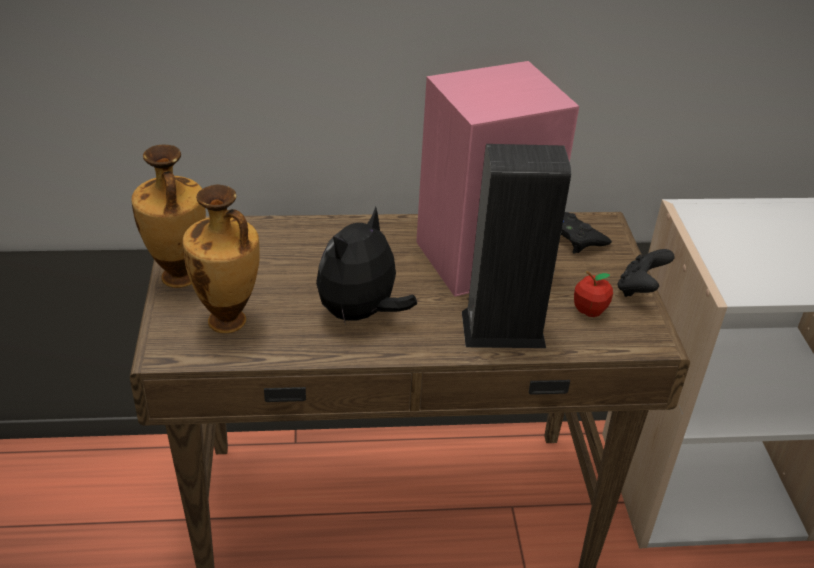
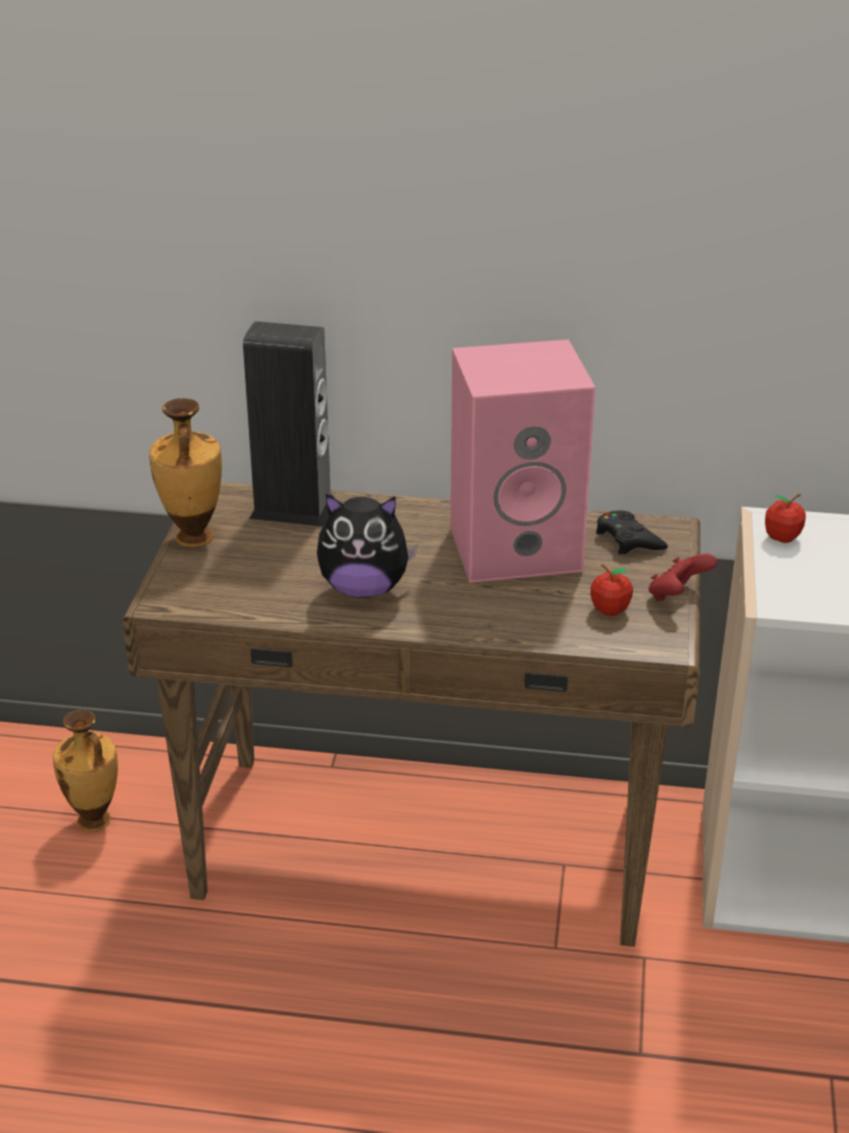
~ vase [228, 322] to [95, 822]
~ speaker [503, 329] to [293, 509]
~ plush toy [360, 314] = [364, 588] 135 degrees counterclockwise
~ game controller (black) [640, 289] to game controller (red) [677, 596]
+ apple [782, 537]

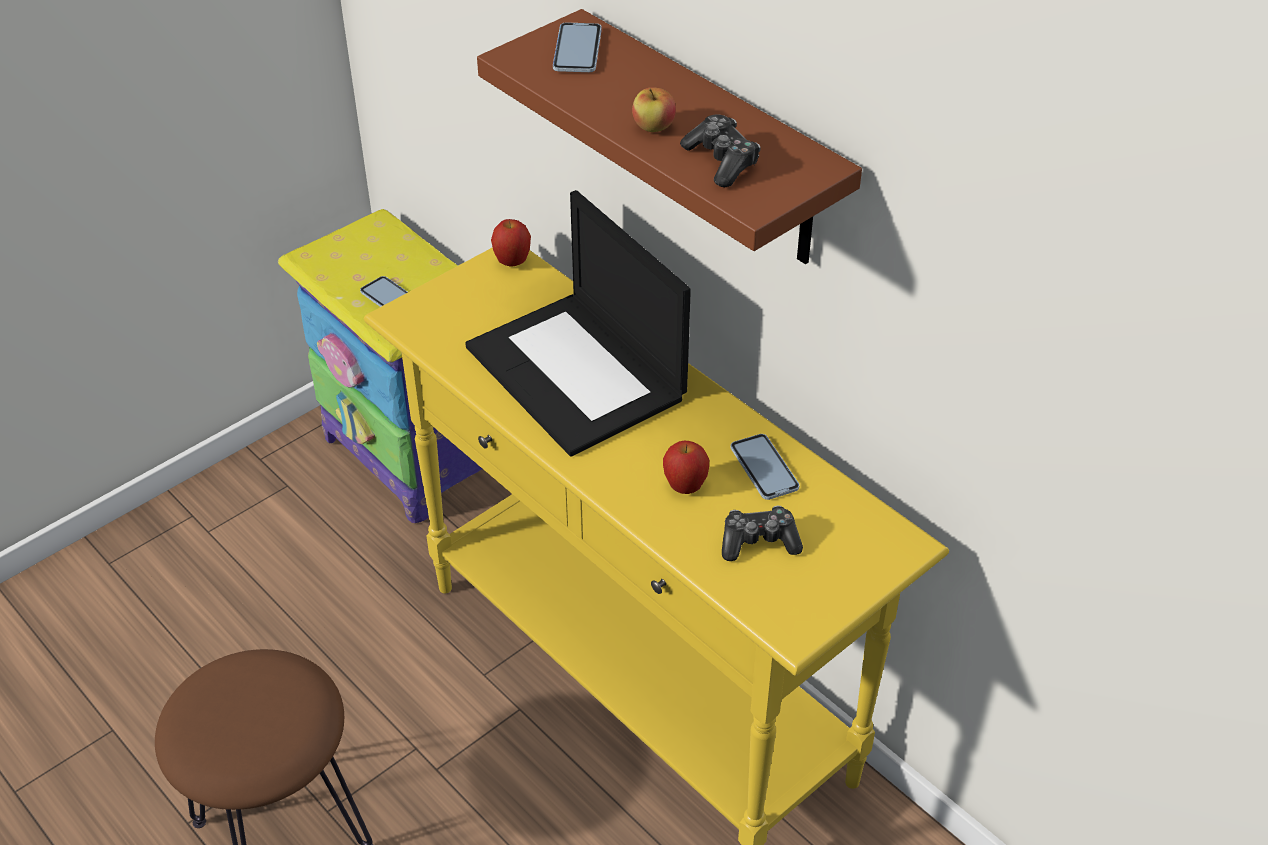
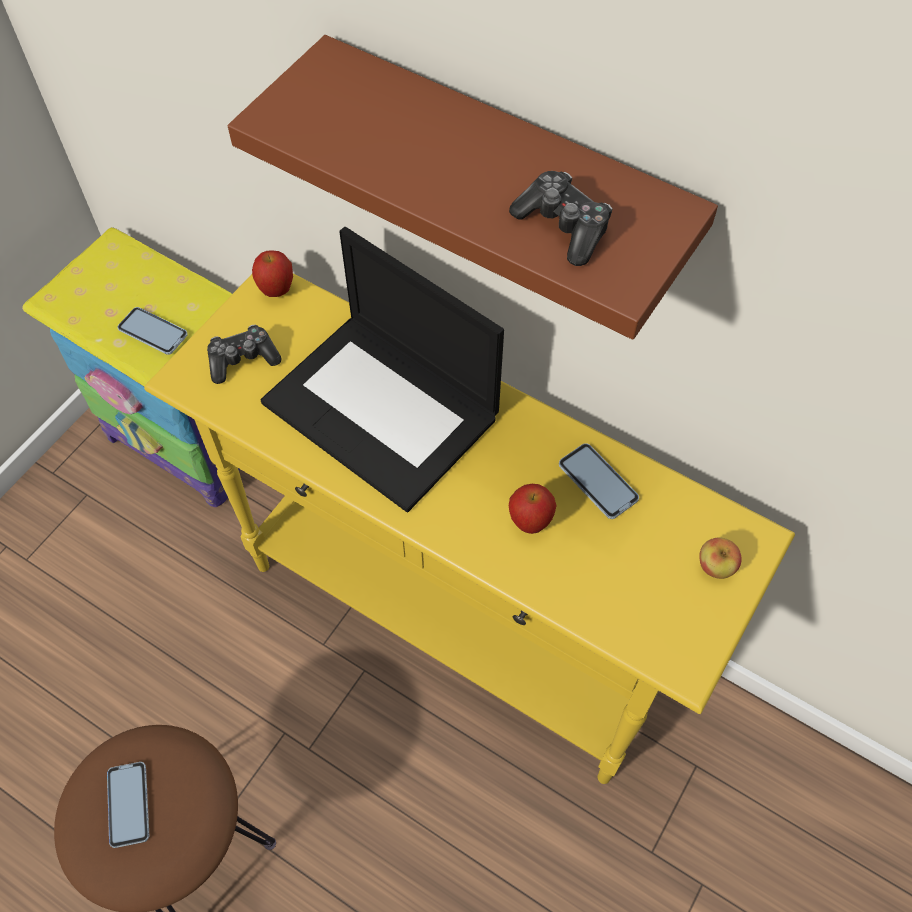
~ phone [577, 50] to [128, 804]
~ game controller [758, 542] to [243, 359]
~ apple [654, 127] to [716, 566]

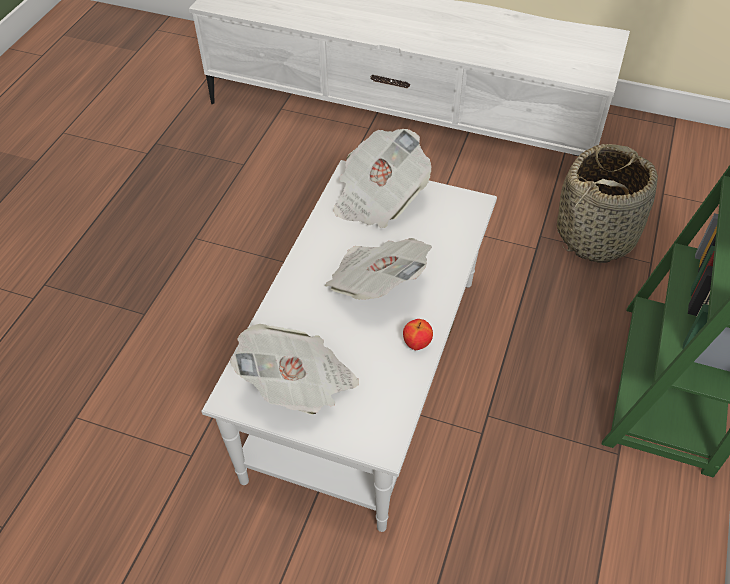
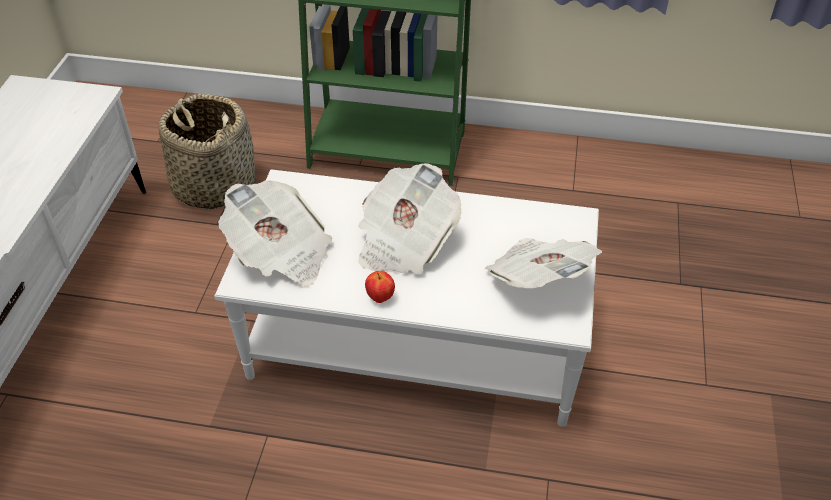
~ apple [417, 344] to [380, 297]

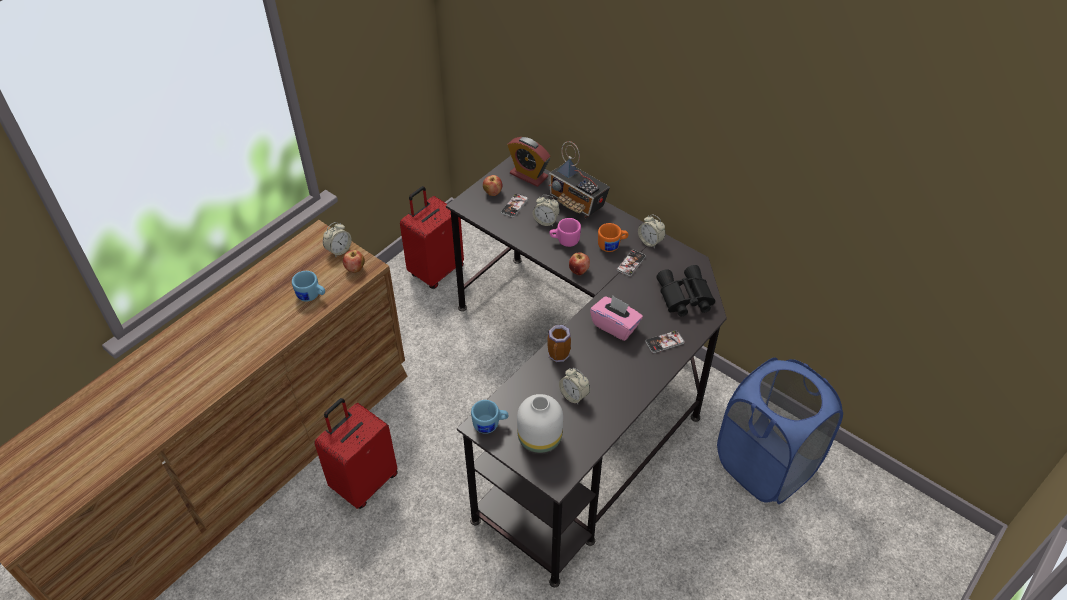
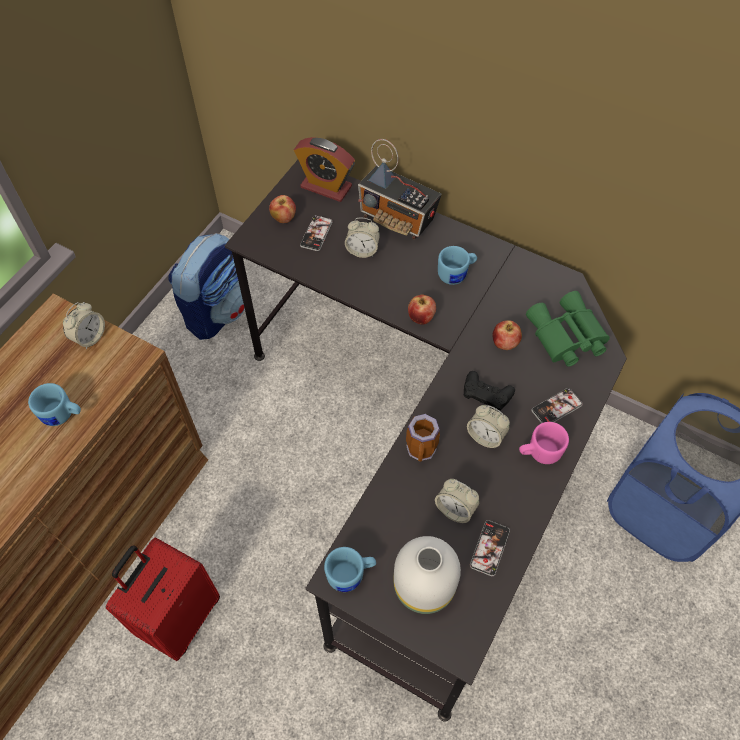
~ suitcase (red) [435, 271] to backpack [217, 311]
~ mug (orange) [612, 245] to mug (blue) [456, 274]
~ tissue box (pink) [615, 326] to game controller (black) [486, 393]
~ alarm clock [650, 241] to [485, 436]
~ phone [631, 263] to [489, 548]
~ apple [355, 269] to [504, 344]
~ mug (pink) [564, 240] to [539, 452]
~ binoculars (black) [684, 297] to binoculars (green) [565, 337]

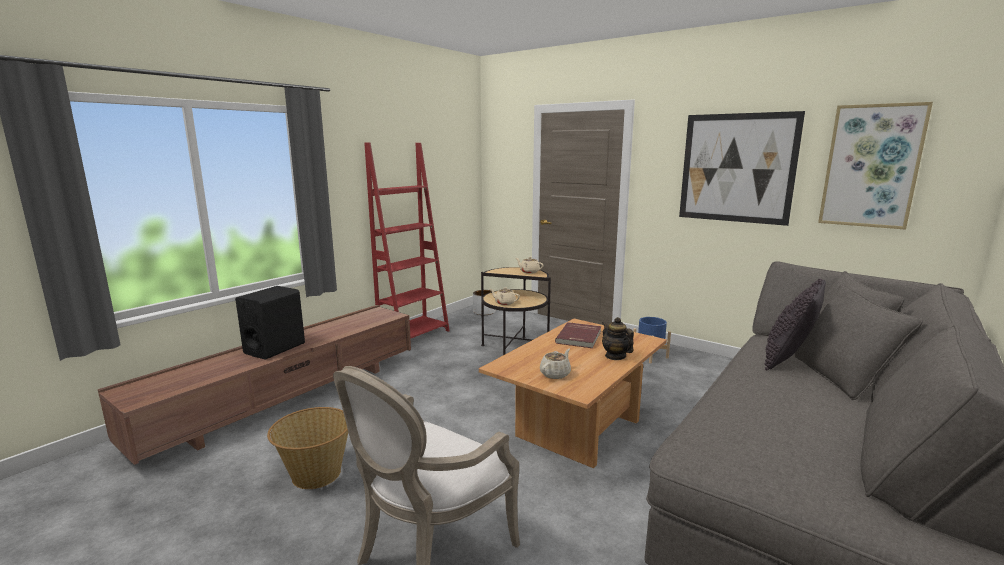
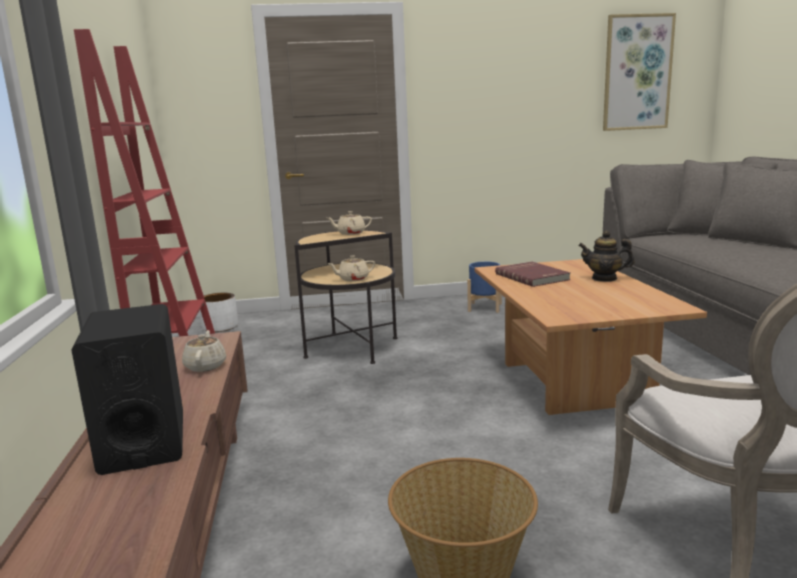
~ teapot (beige) [555, 374] to [205, 366]
- picture [737, 168]
- pillow (black) [788, 360]

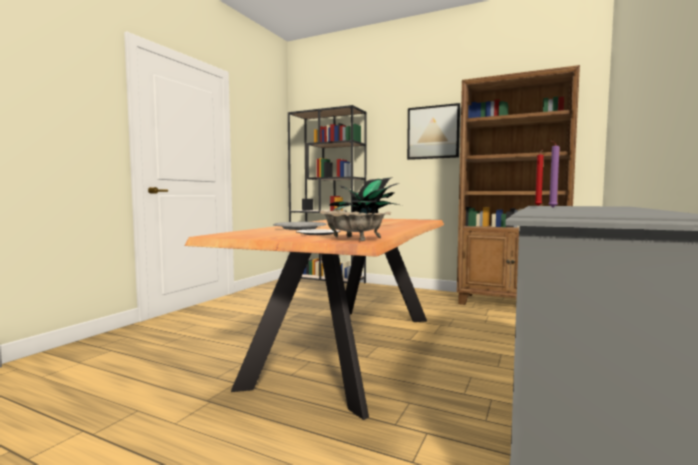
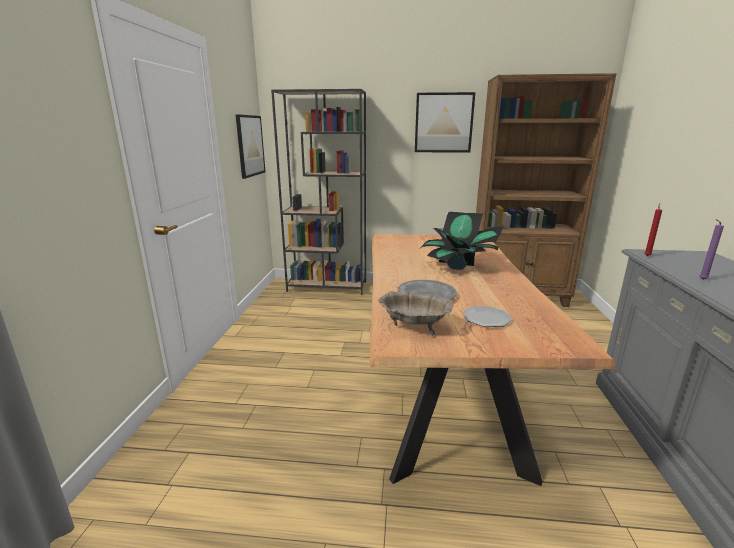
+ picture [250, 146]
~ bowl (beige) [354, 239] to [414, 326]

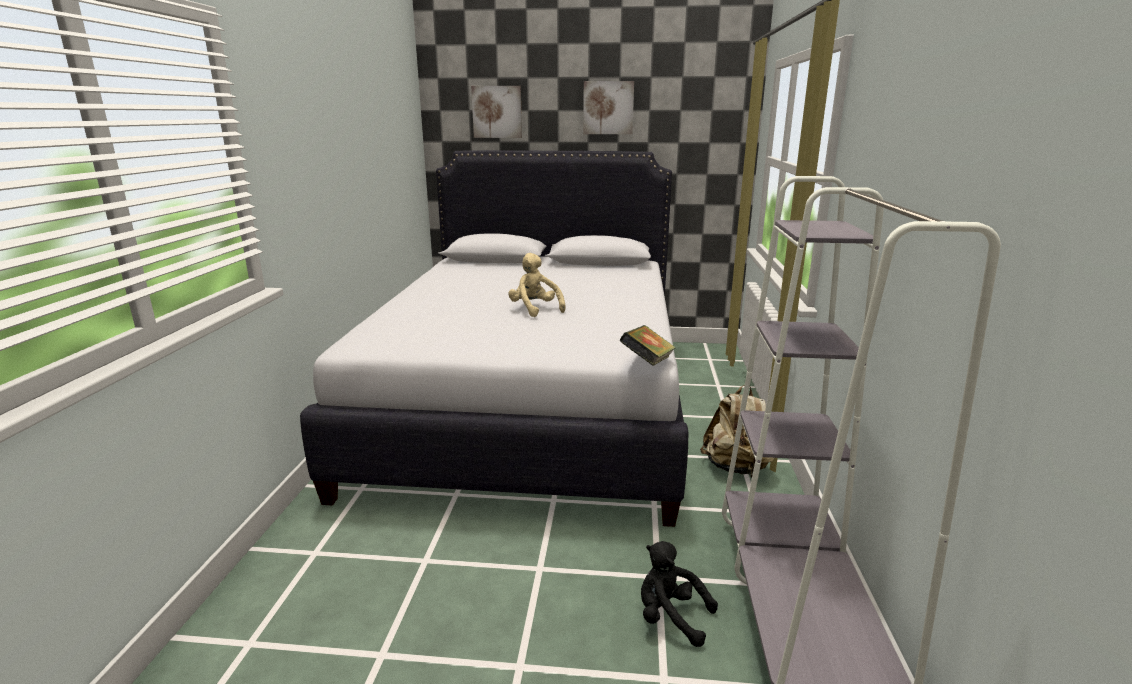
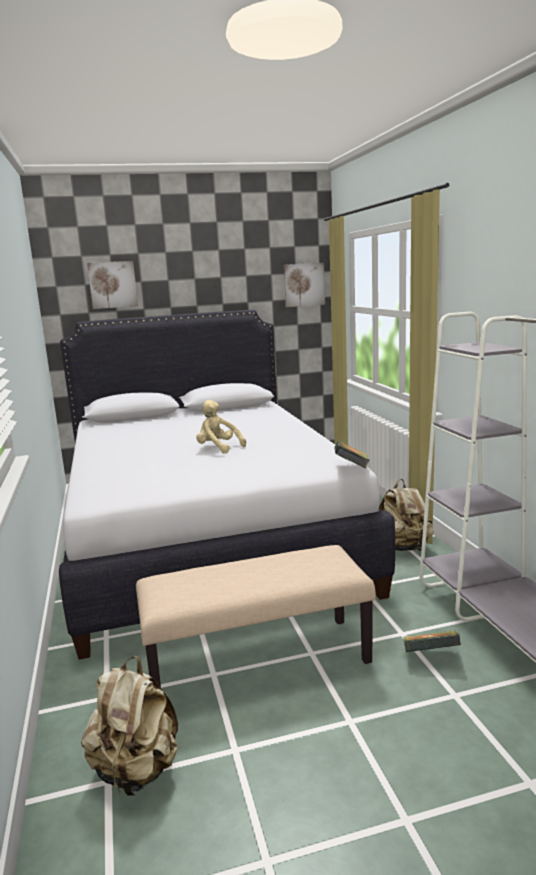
+ backpack (beige) [136, 771]
+ bench (beige) [258, 660]
~ picture [608, 108] to [304, 284]
~ plush toy (black) [670, 617] to book [430, 656]

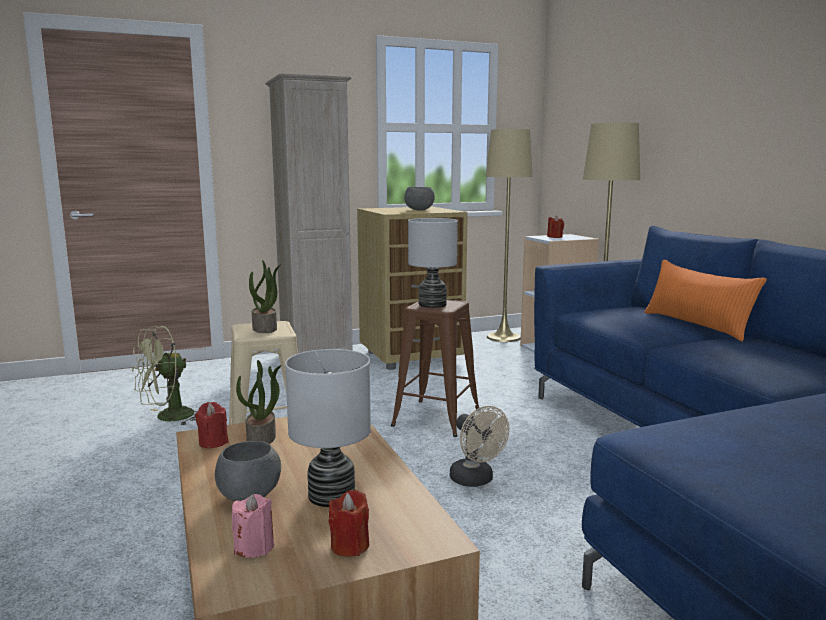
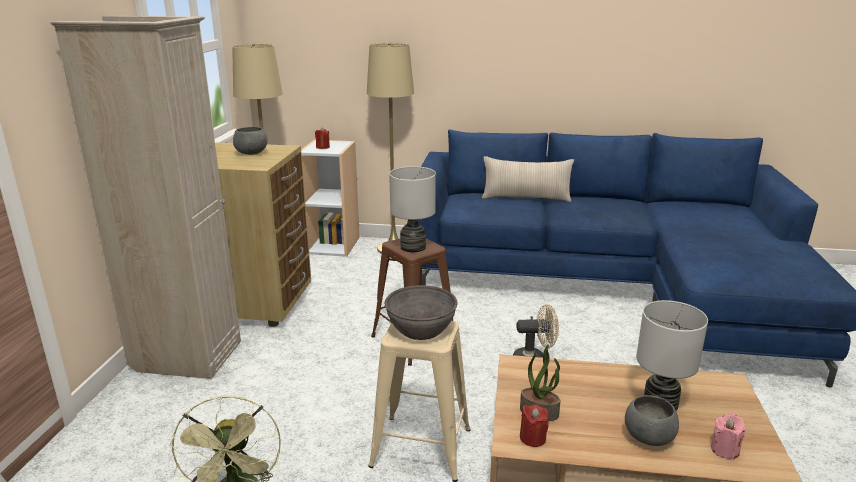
~ potted plant [265, 328] to bowl (grey) [421, 330]
~ pillow (orange) [696, 325] to pillow (beige) [526, 198]
- candle (red) [350, 546]

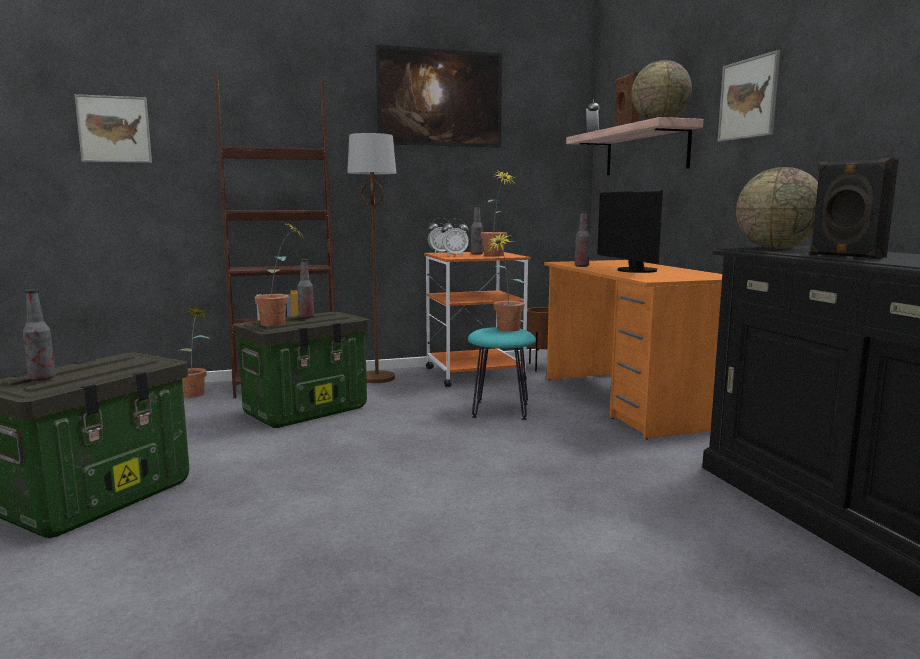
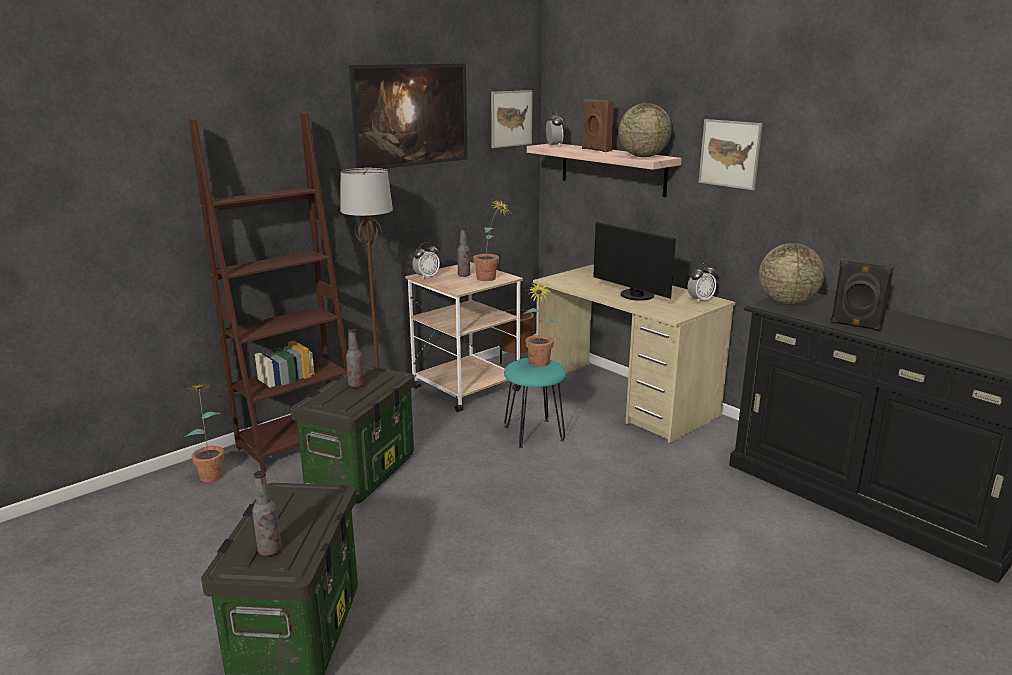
~ cart (orange) [475, 374] to cart (beige) [467, 388]
~ picture [114, 129] to [511, 118]
~ desk (orange) [630, 401] to desk (beige) [624, 400]
~ alarm clock [455, 255] to [700, 300]
- potted plant [281, 324]
- bottle [581, 266]

